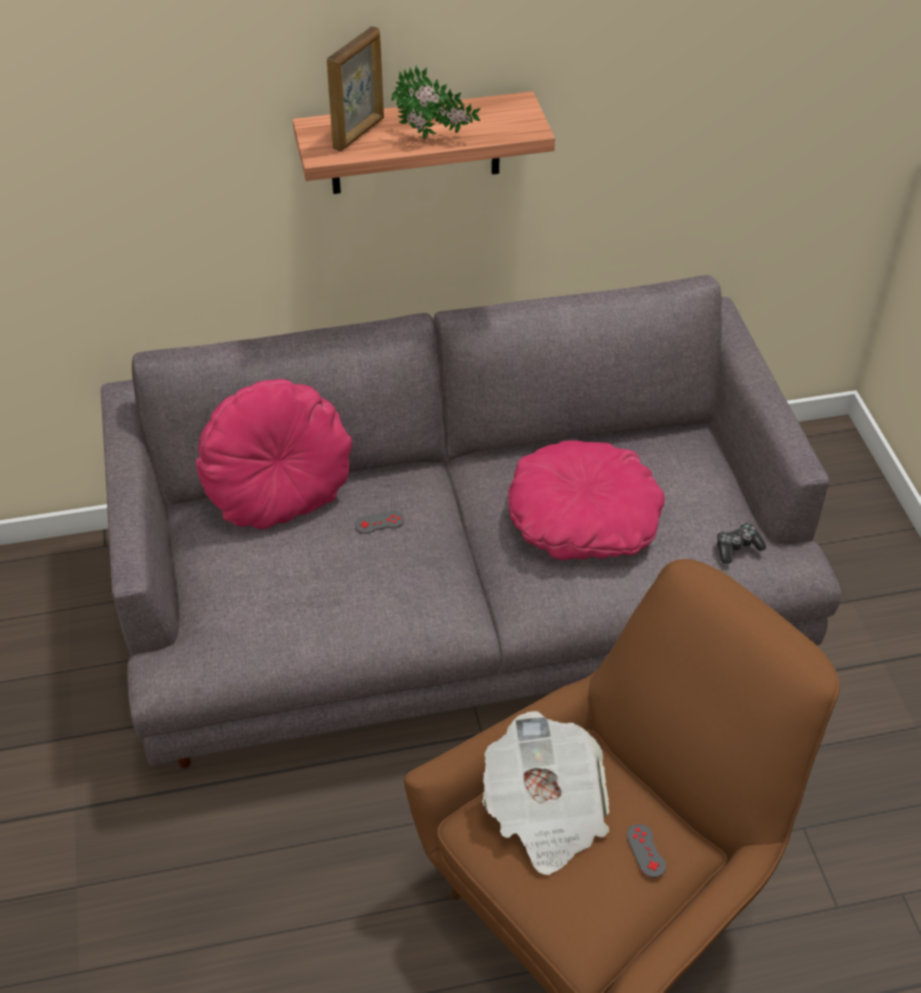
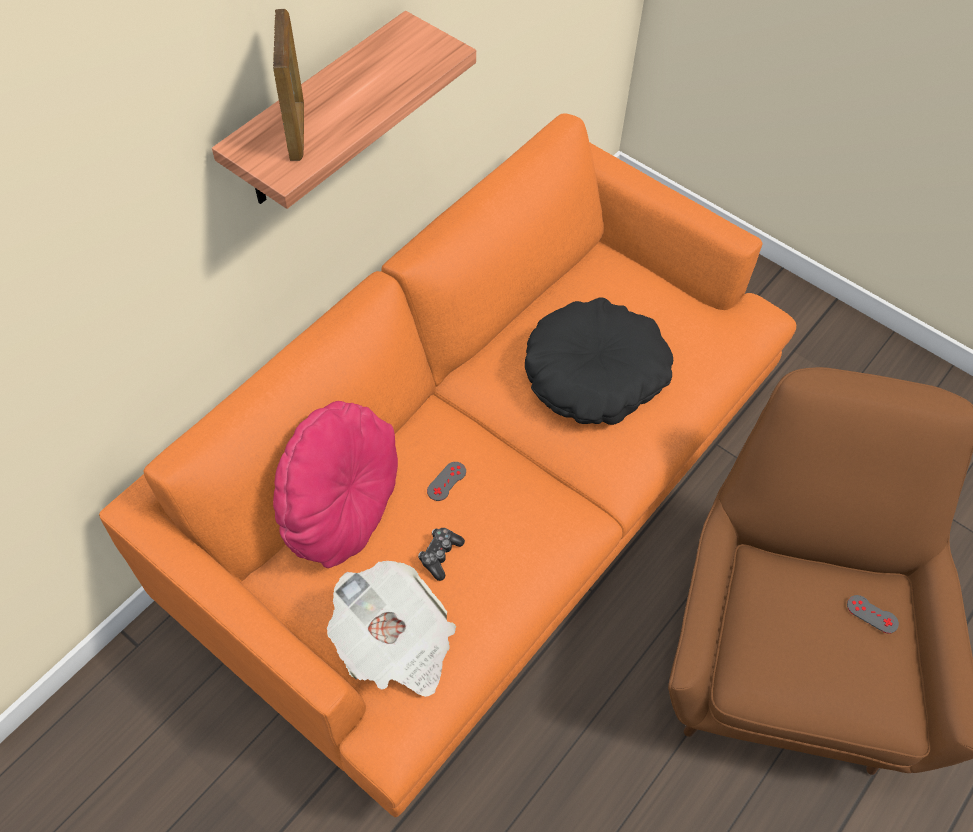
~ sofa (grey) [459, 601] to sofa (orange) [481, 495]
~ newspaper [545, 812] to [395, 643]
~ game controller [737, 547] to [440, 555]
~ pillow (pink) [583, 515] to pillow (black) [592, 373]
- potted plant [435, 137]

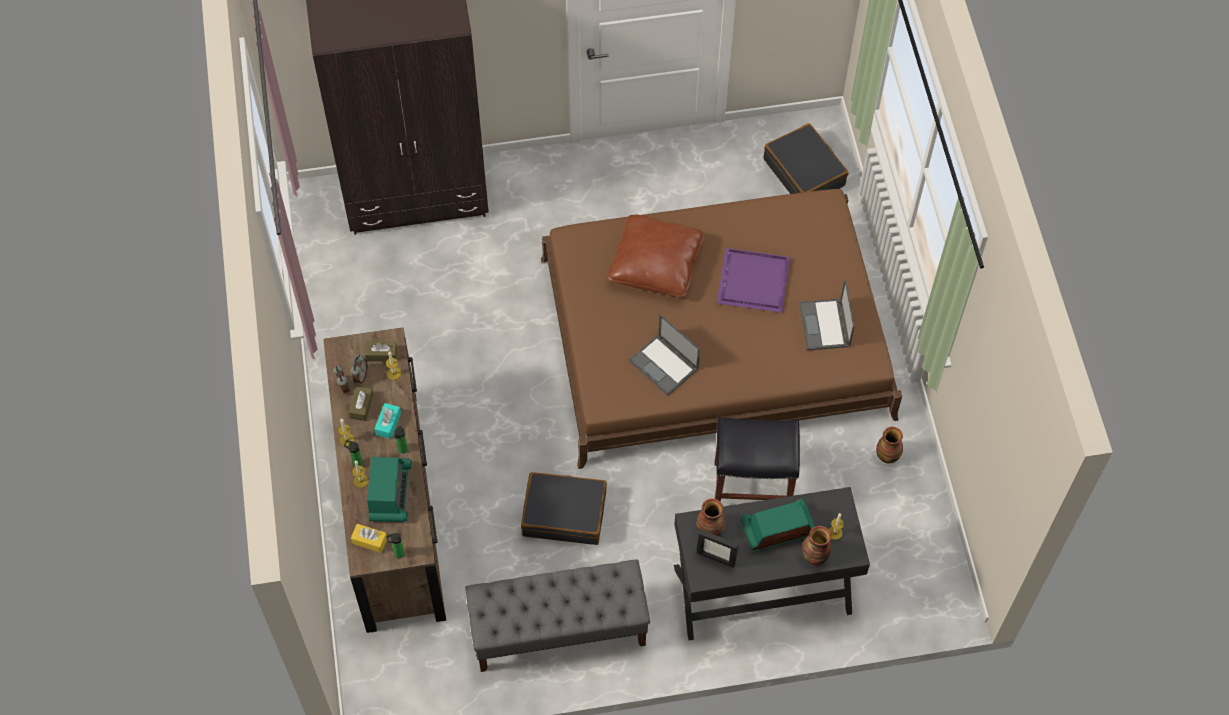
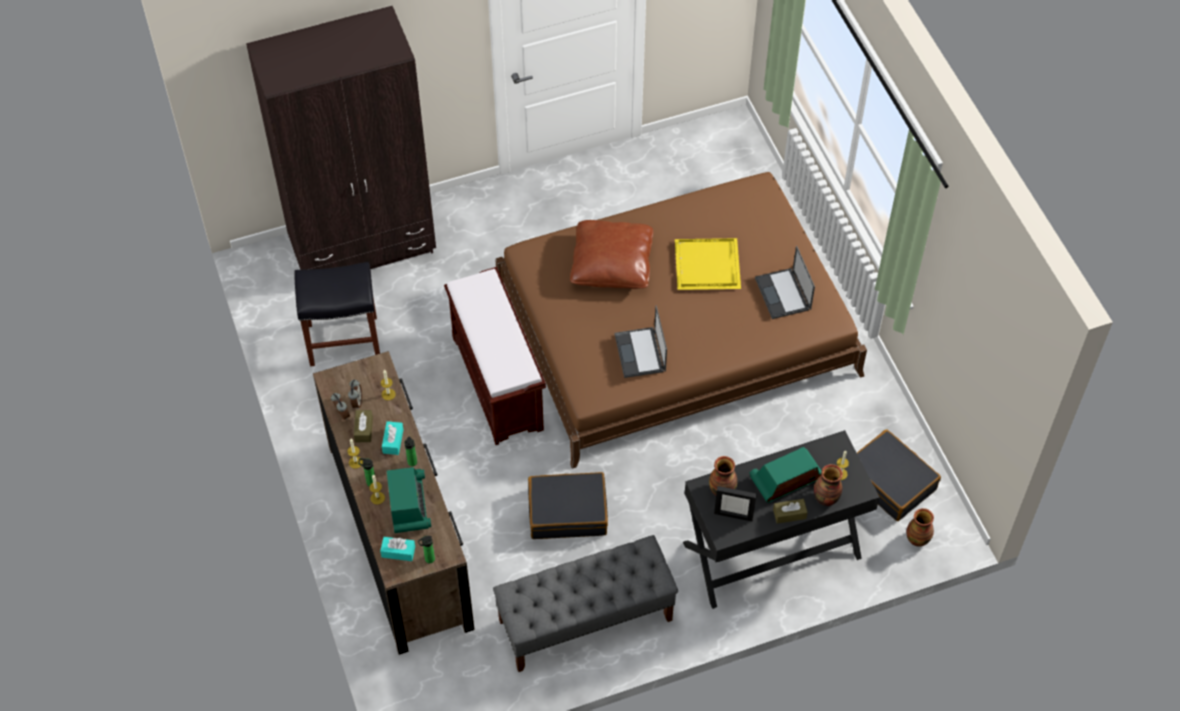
~ stool (black) [752, 487] to [344, 340]
~ tissue box (yellow) [370, 541] to tissue box (turquoise) [398, 552]
+ bench (brown) [498, 383]
~ laptop [664, 365] = [640, 353] 45 degrees clockwise
~ tray (purple) [752, 280] to tray (yellow) [706, 264]
~ tissue box (brown) [381, 354] to [789, 514]
~ suitcase (black) [804, 172] to [890, 481]
~ vase [887, 455] to [917, 538]

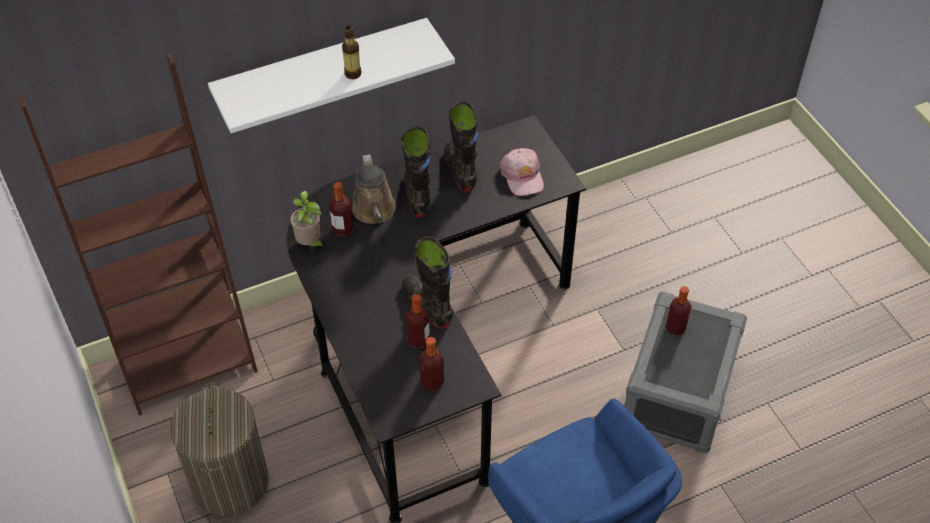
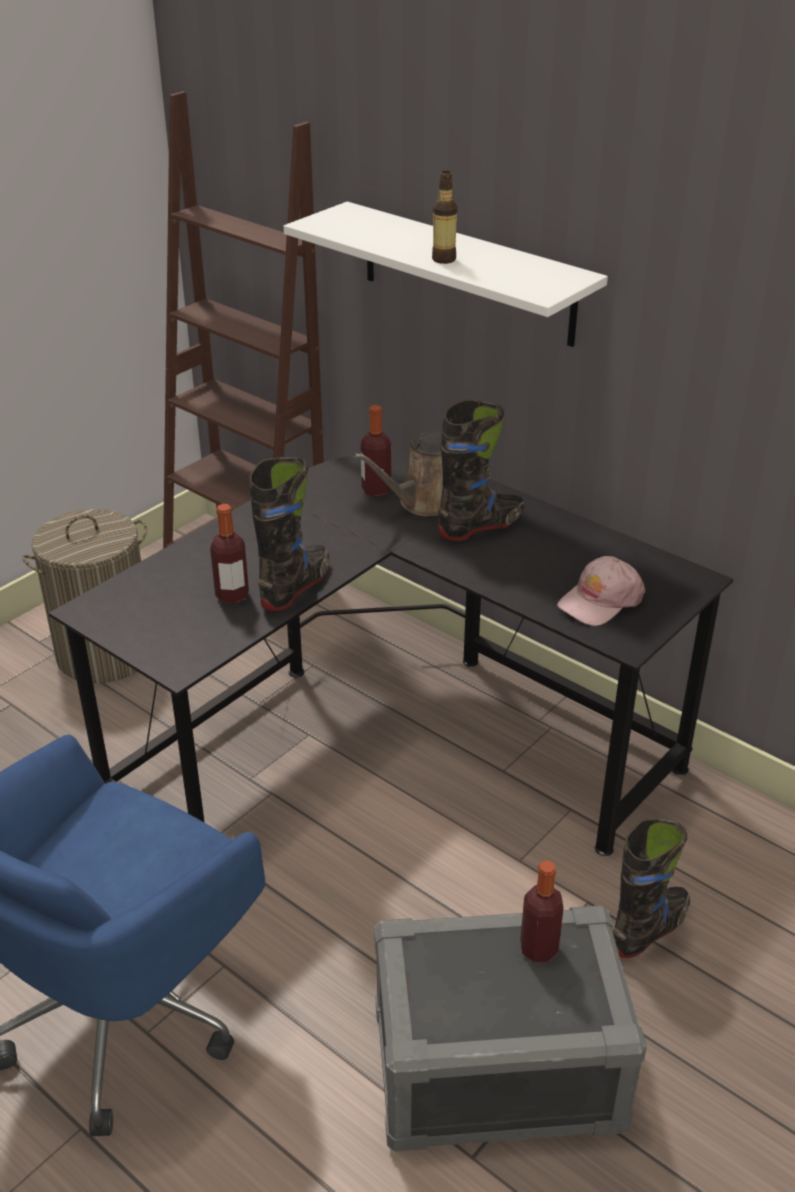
~ boot (black) [460, 171] to [649, 929]
- potted plant [310, 244]
- bottle [432, 382]

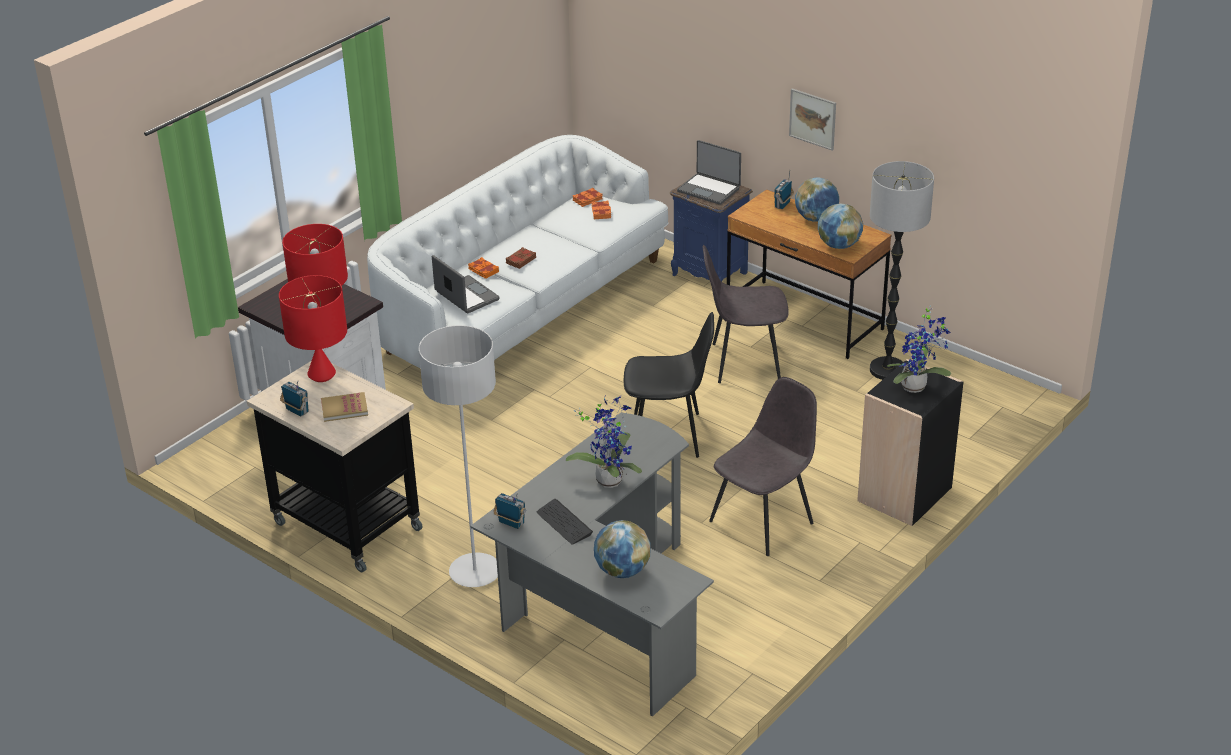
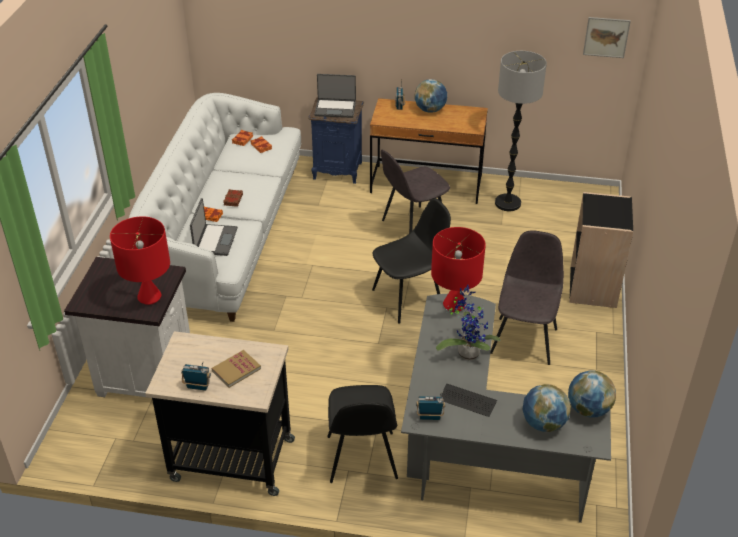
~ laptop [466, 296] = [215, 240] 75 degrees clockwise
~ floor lamp (grey) [475, 572] to chair (black) [362, 459]
~ table lamp (red) [322, 376] to [454, 306]
~ globe [838, 245] to [588, 409]
~ picture [812, 119] to [606, 37]
- potted plant [917, 387]

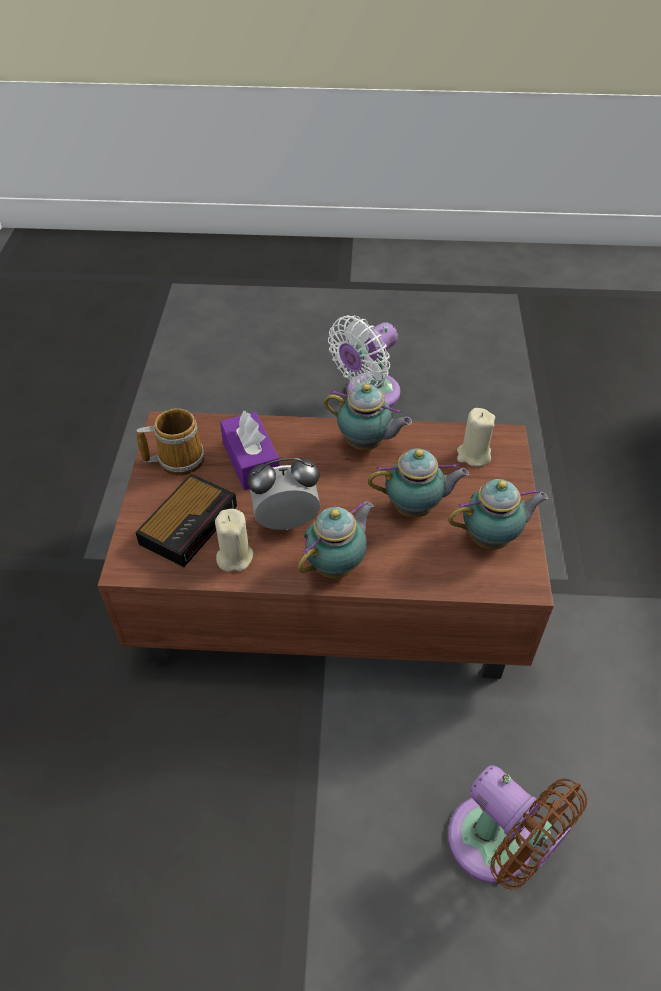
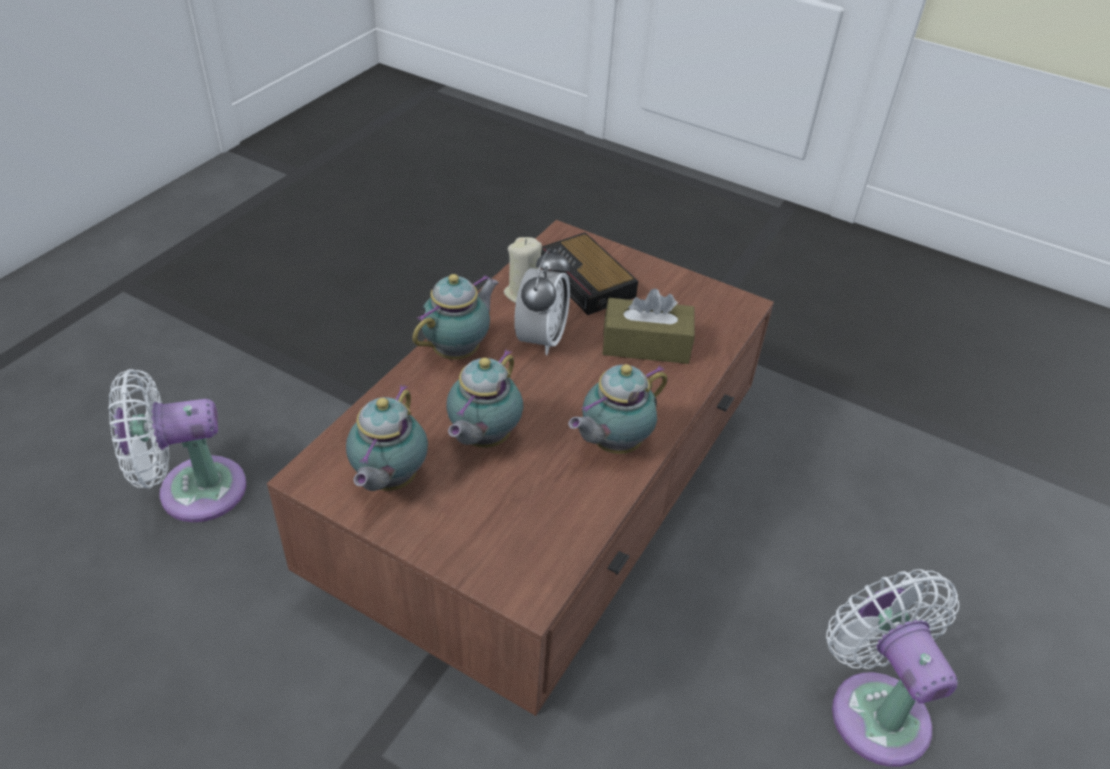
~ fan (brown) [497, 847] to fan (white) [192, 491]
~ teapot [337, 565] = [459, 350] 120 degrees counterclockwise
~ tissue box (purple) [251, 461] to tissue box (brown) [646, 345]
- mug [178, 459]
- candle (beige) [473, 455]

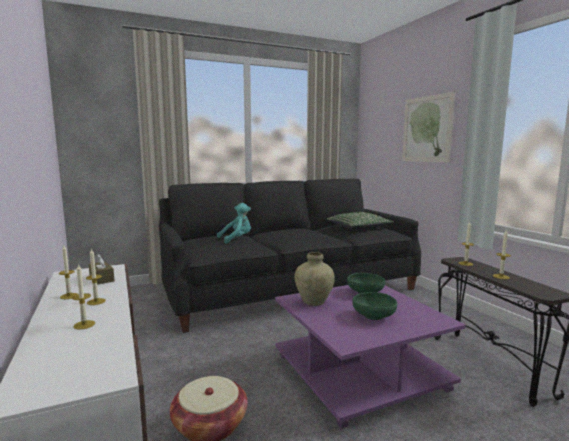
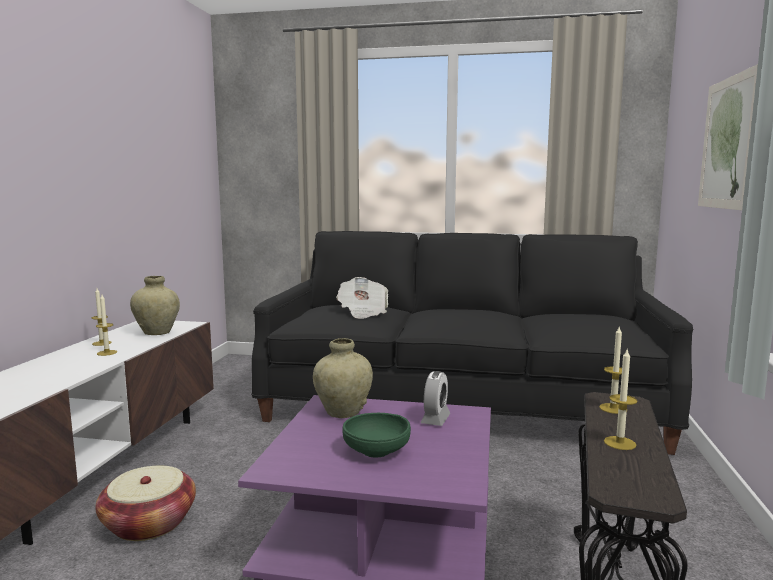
~ tissue box (brown) [101, 279] to vase (beige) [157, 333]
~ plush toy (turquoise) [237, 239] to newspaper [363, 312]
~ bowl (green) [365, 292] to alarm clock [435, 419]
- candle [84, 325]
- pillow (green) [358, 227]

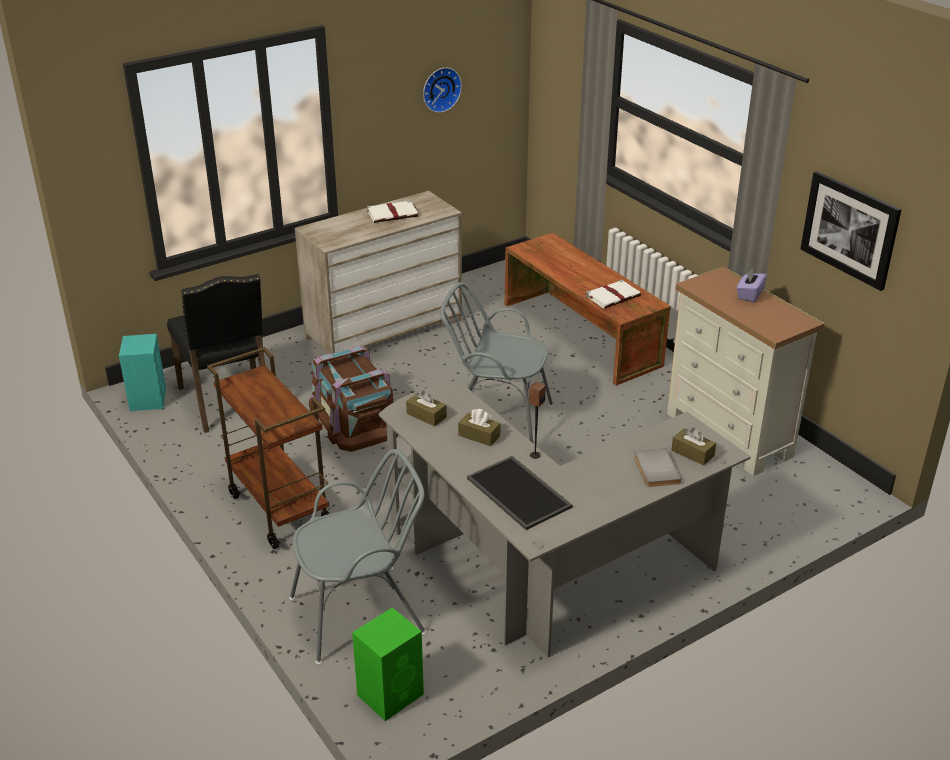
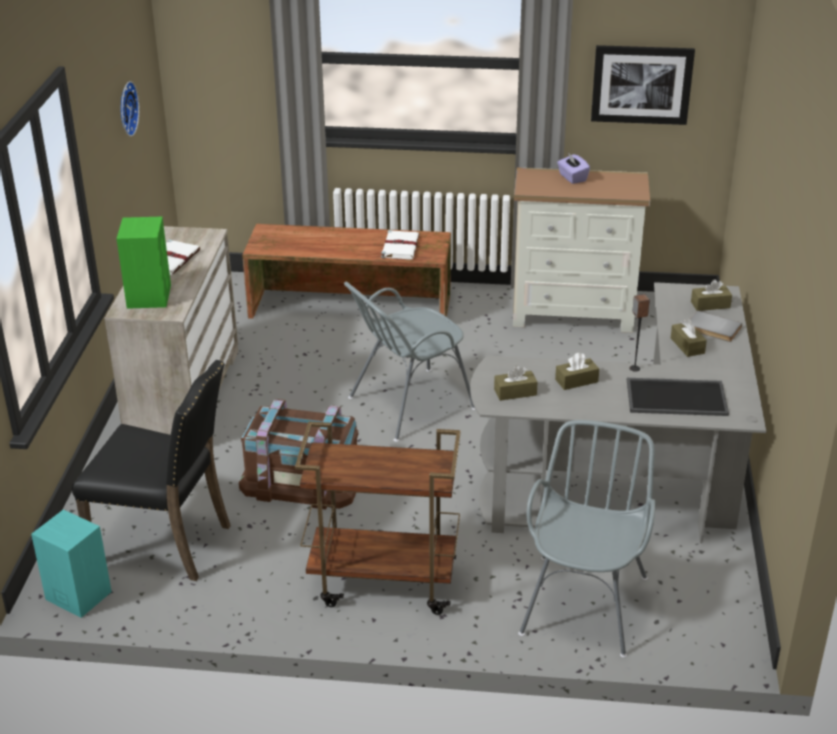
~ speaker (green) [391, 694] to [149, 295]
+ tissue box (brown) [687, 346]

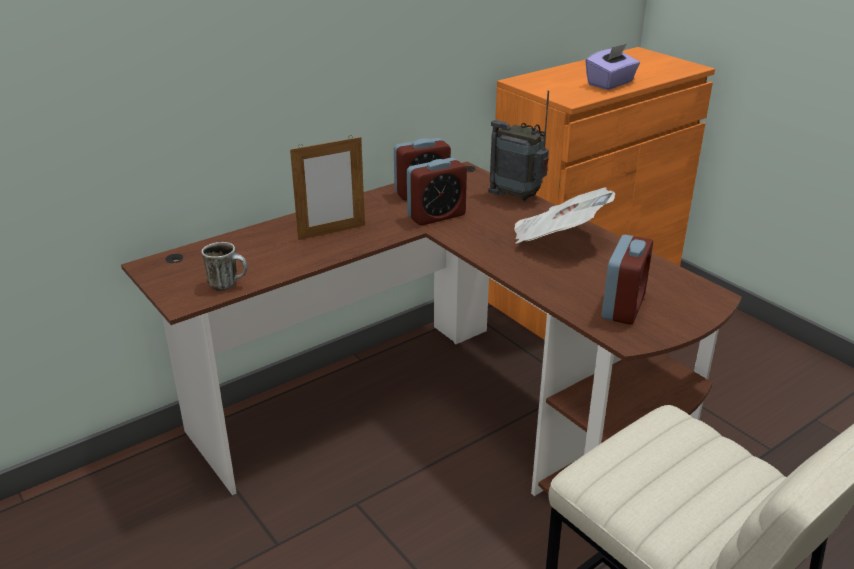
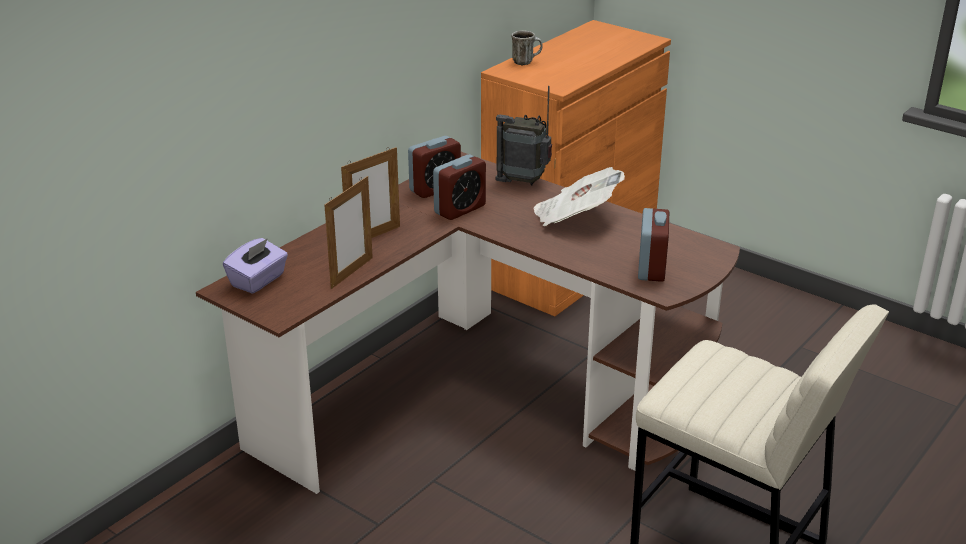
~ tissue box (purple) [610, 84] to [258, 280]
+ picture frame [352, 272]
~ mug [228, 284] to [526, 62]

